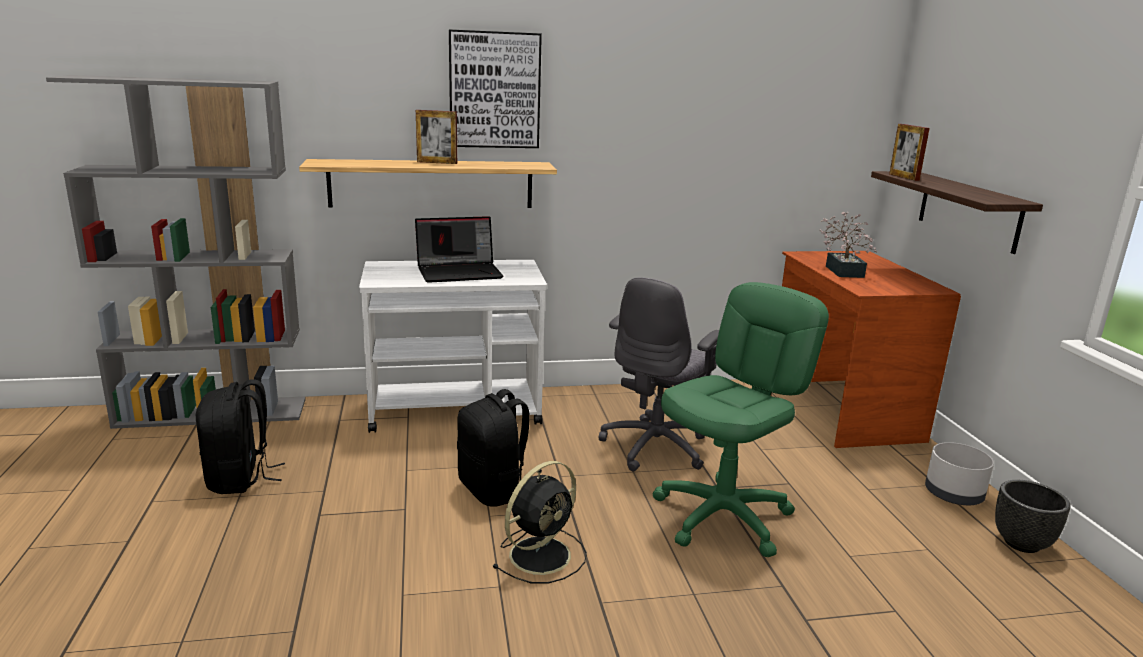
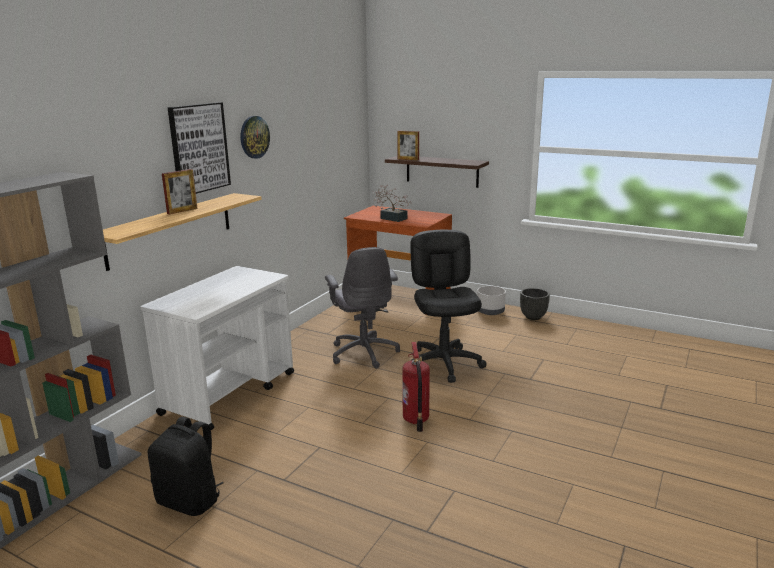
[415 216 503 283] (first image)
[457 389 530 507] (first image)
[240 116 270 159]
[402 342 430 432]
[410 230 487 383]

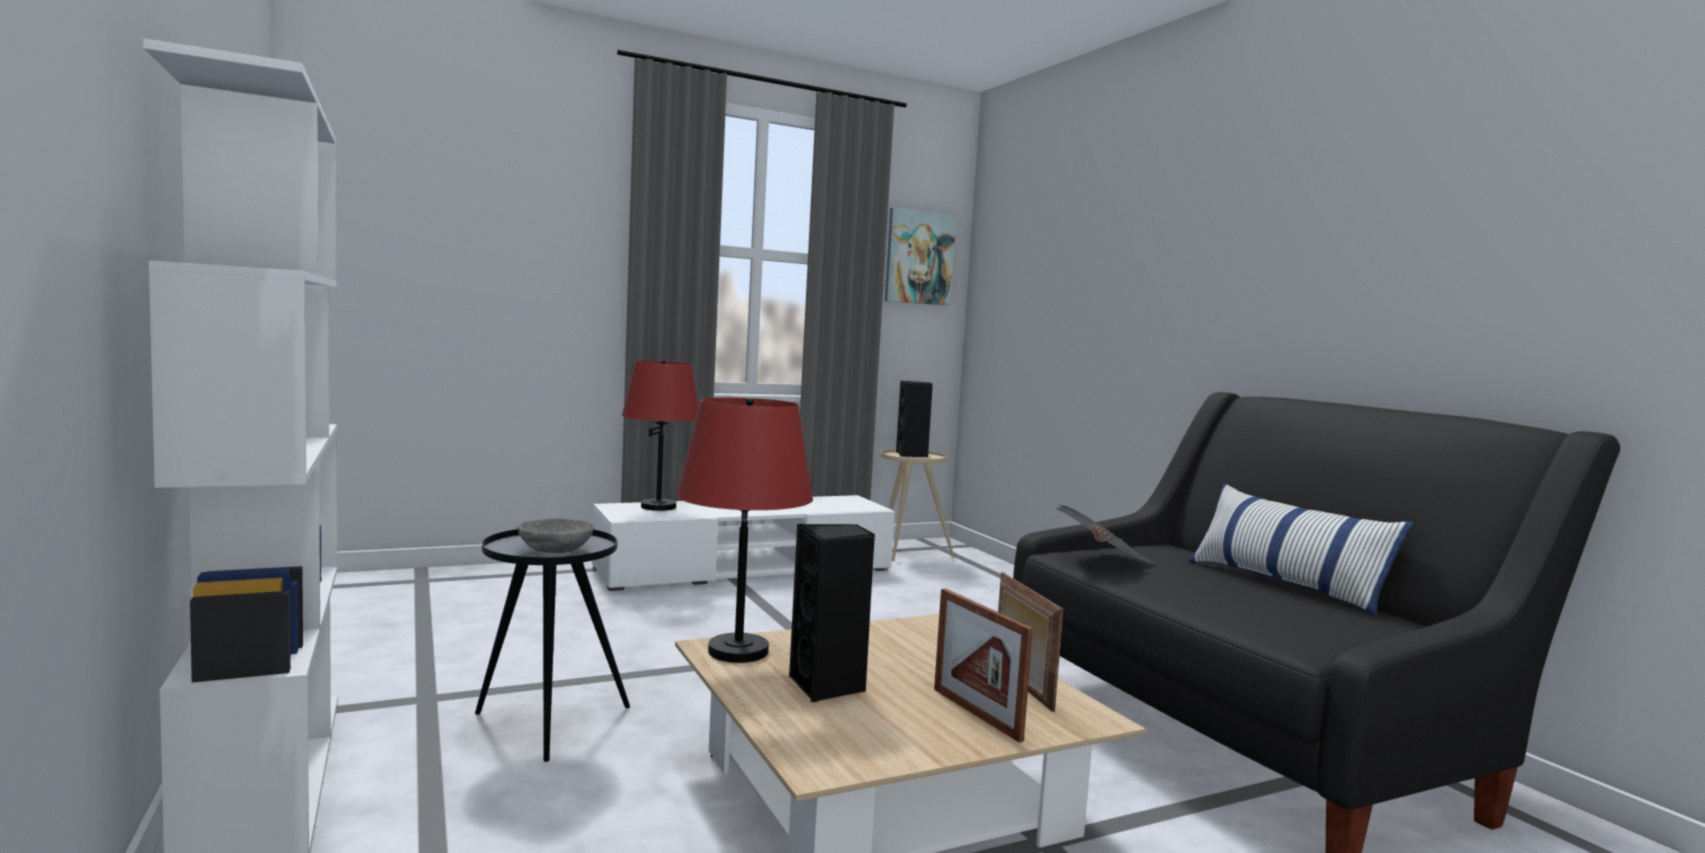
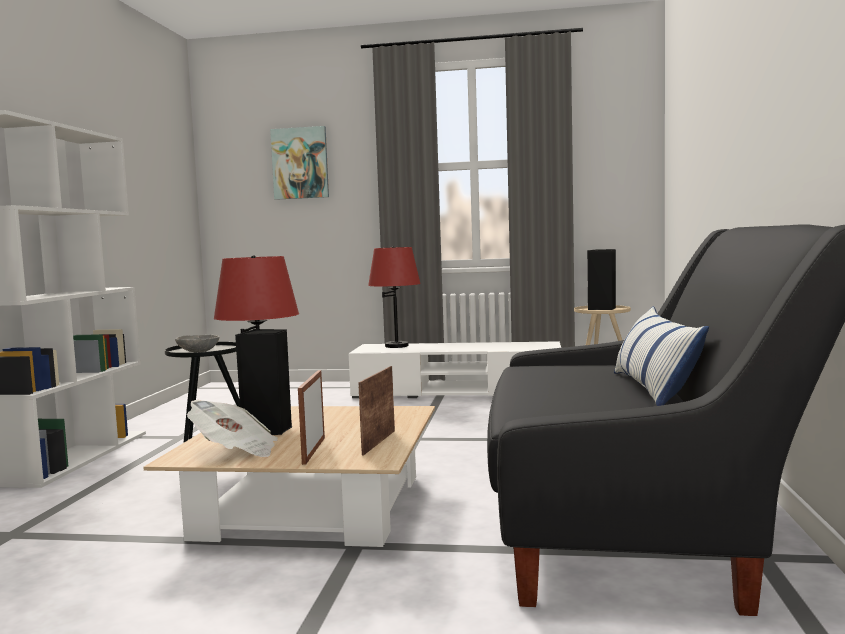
[270 126 329 200]
[187 400 278 457]

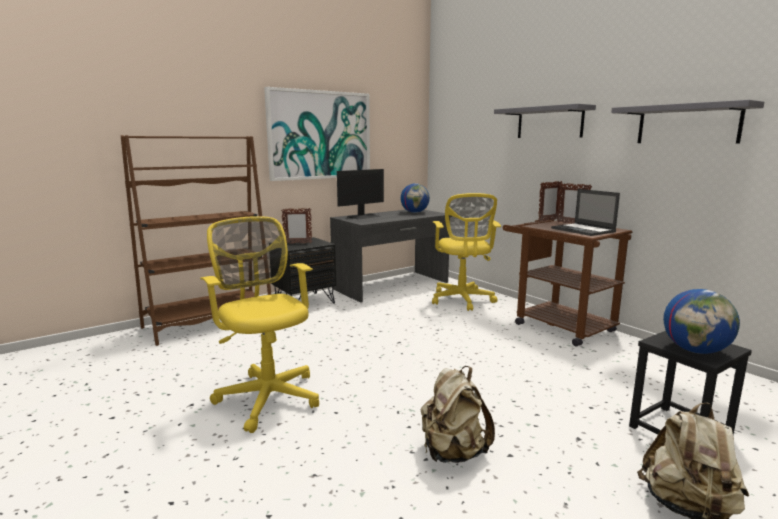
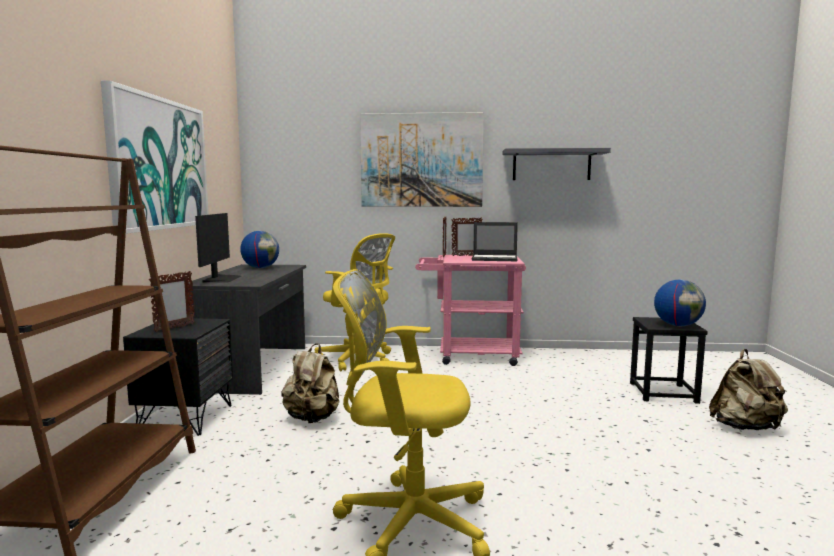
[281 343 339 423]
[360 112 484 207]
[415 255 526 366]

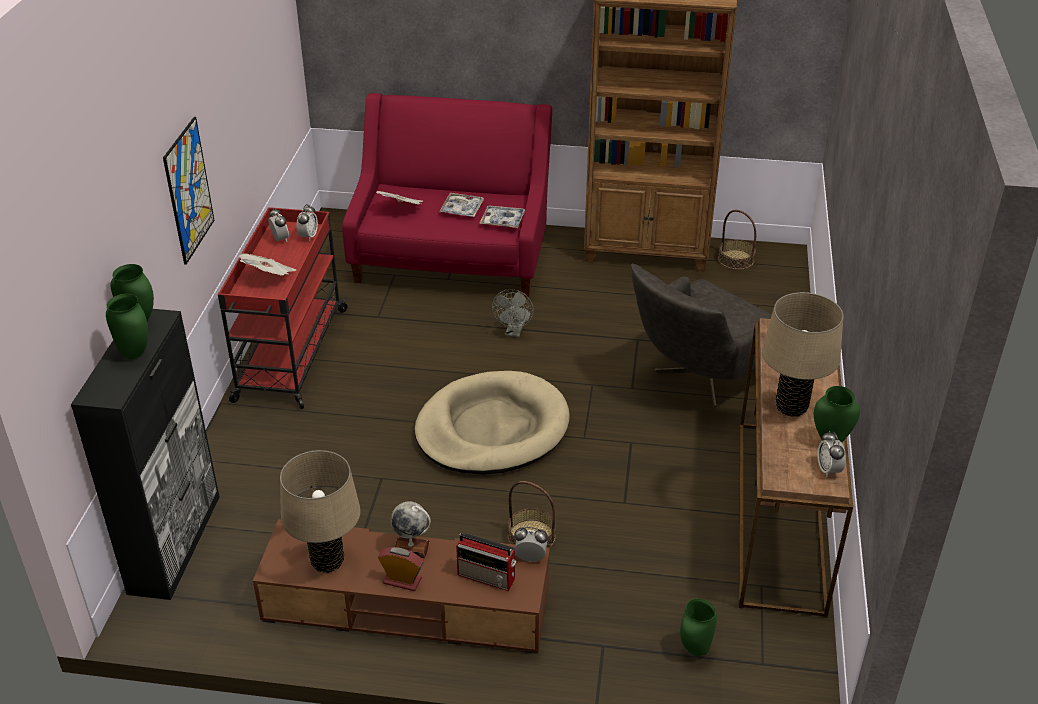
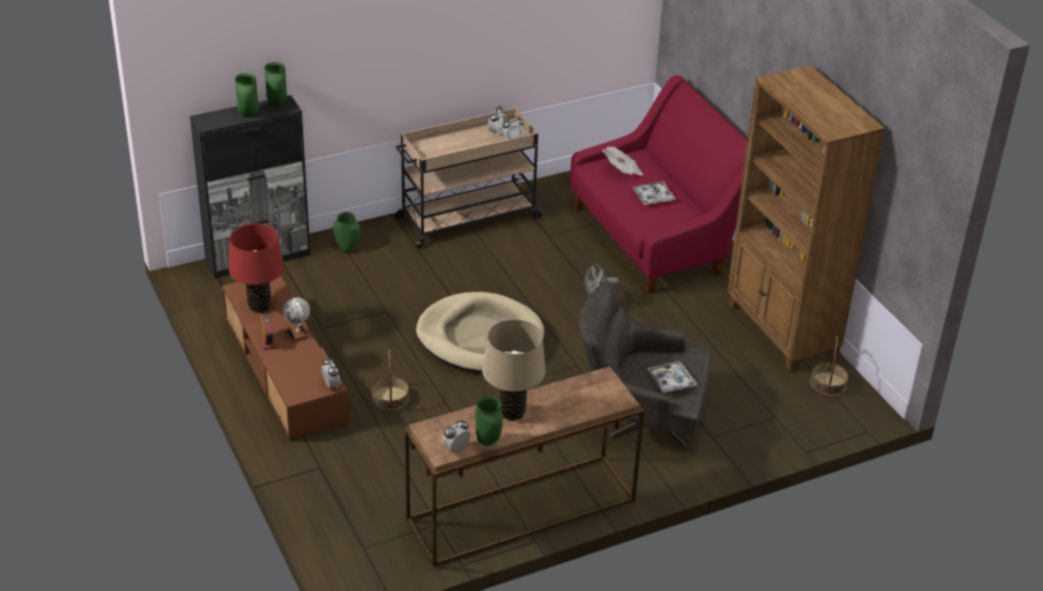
[163 117 215 265] (first image)
[239 253 296 276] (first image)
[456 533 516 591] (first image)
[647 361 698 393]
[333 212 361 253]
[395 108 544 248]
[229 224 284 313]

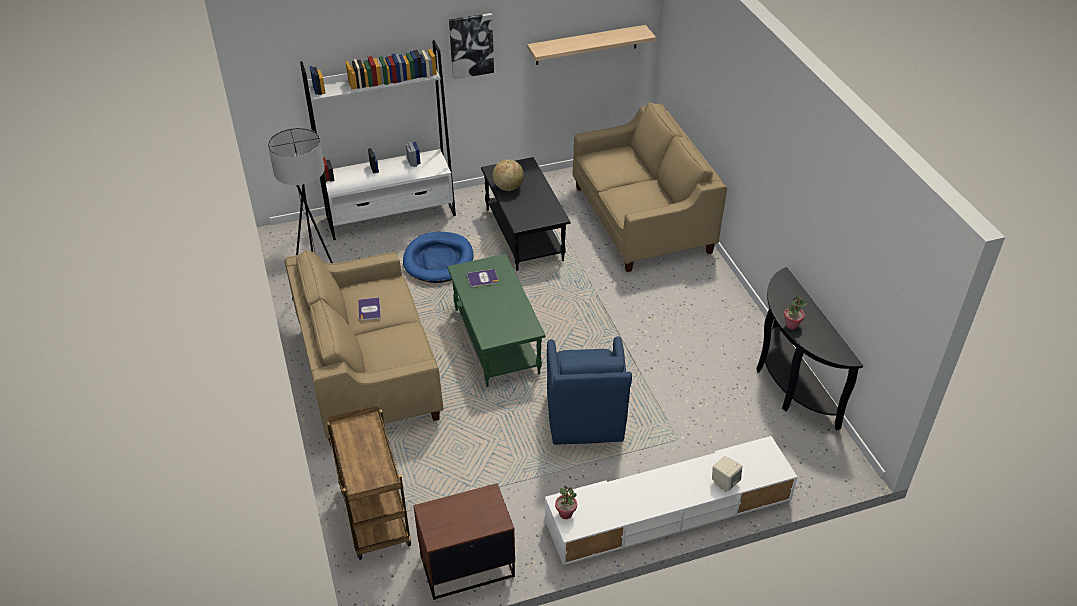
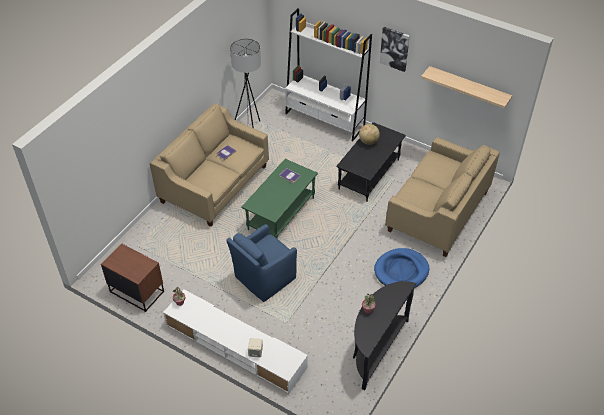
[327 405 411 560] (first image)
[374 248 429 288]

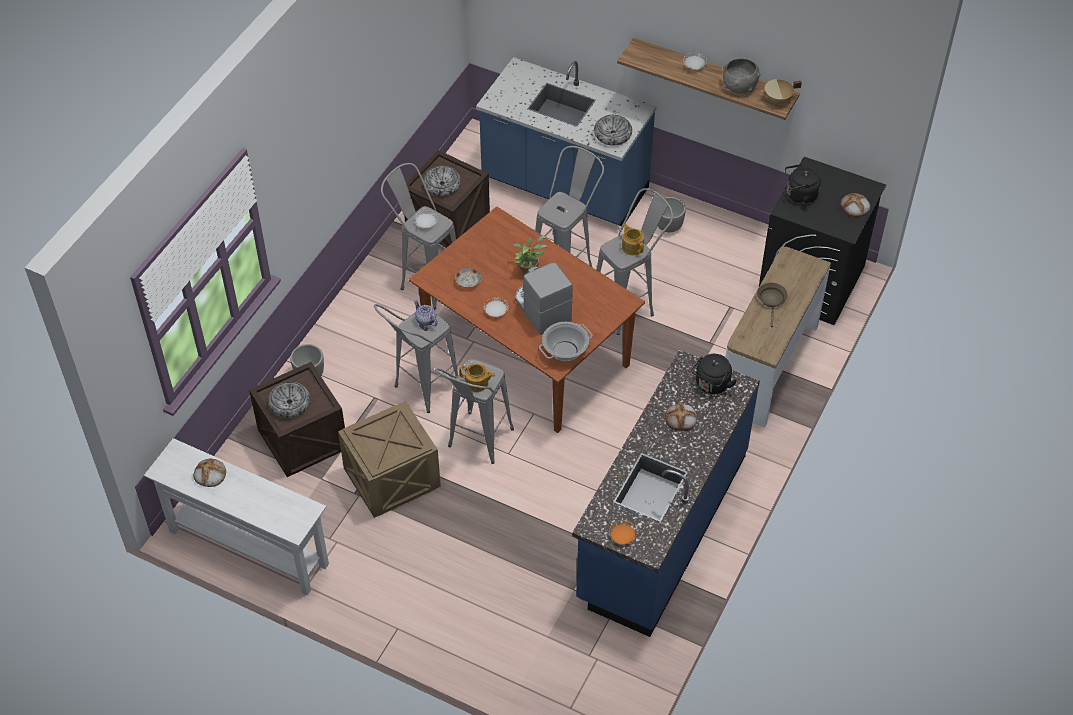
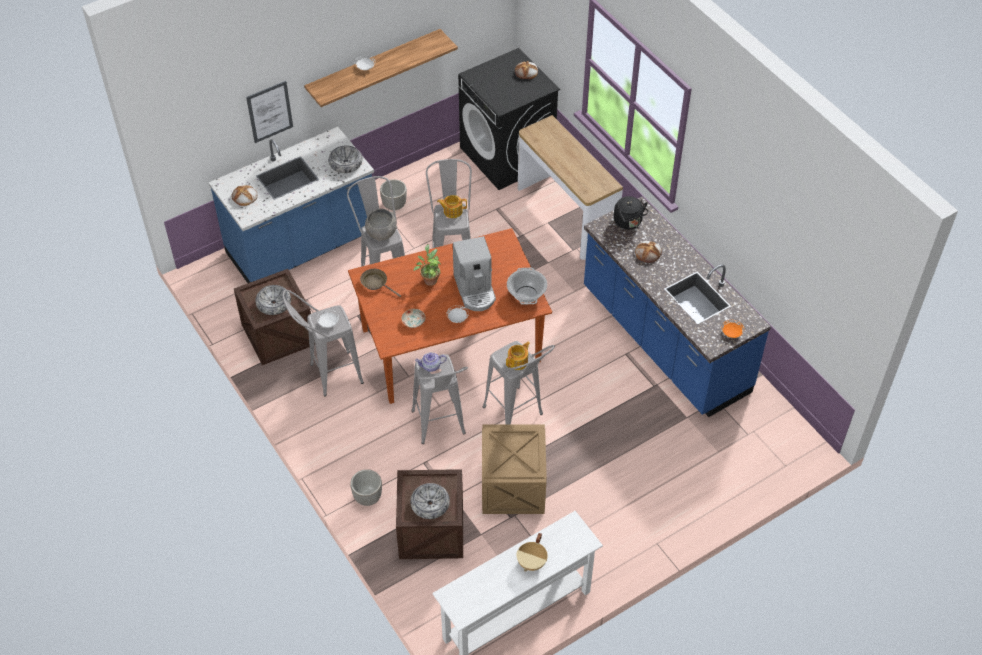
[785 164 821 204] (first image)
[246 81 293 143]
[231 185 258 206]
[365 209 397 241]
[360 269 401 297]
[517 533 548 572]
[453 236 496 311]

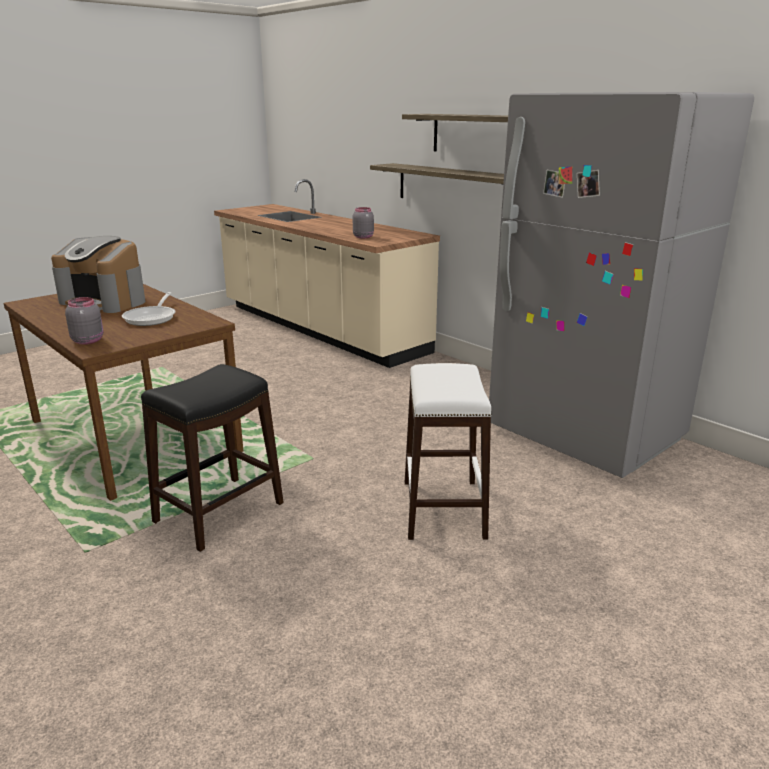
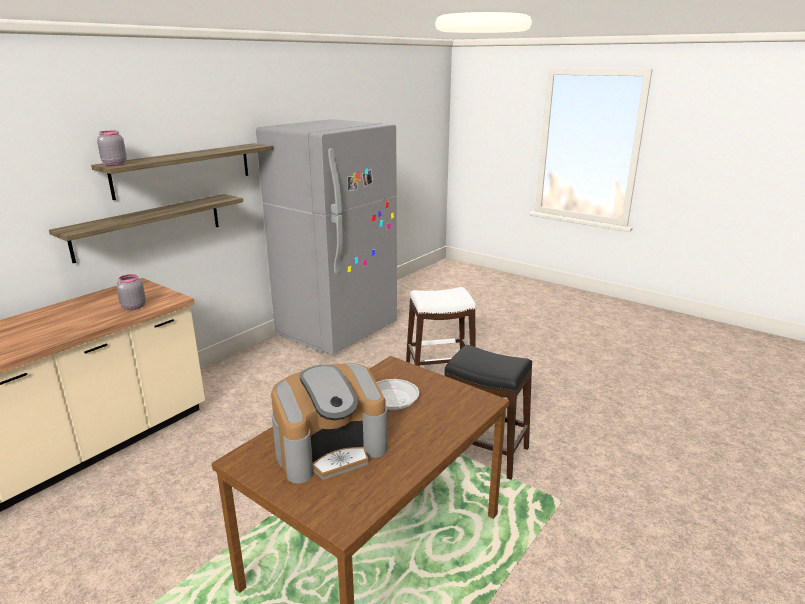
[97 131 127 166]
[271 364 387 483]

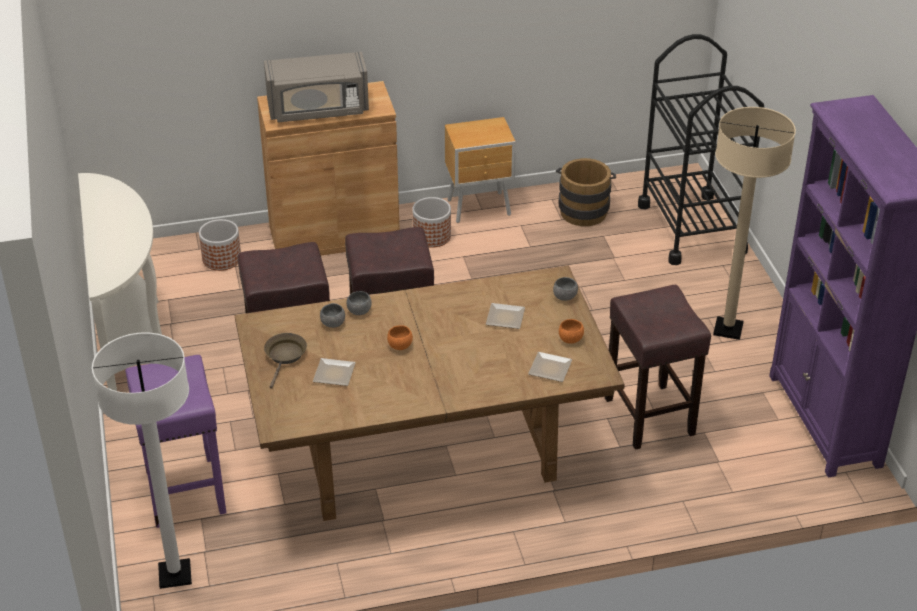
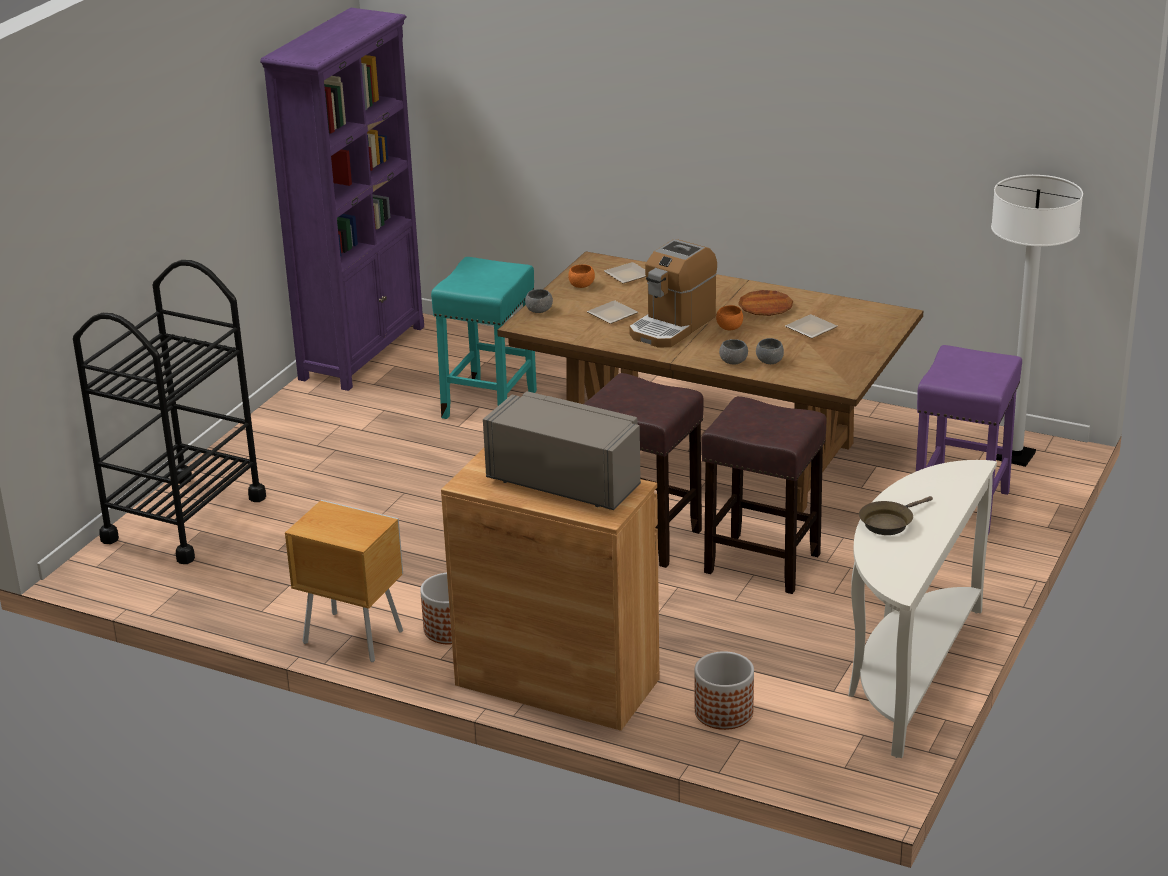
[556 158 616 226] (first image)
[713 107 796 340] (first image)
[629 239 717 348]
[738 290 793 316]
[859 496 933 535]
[431 257 537 419]

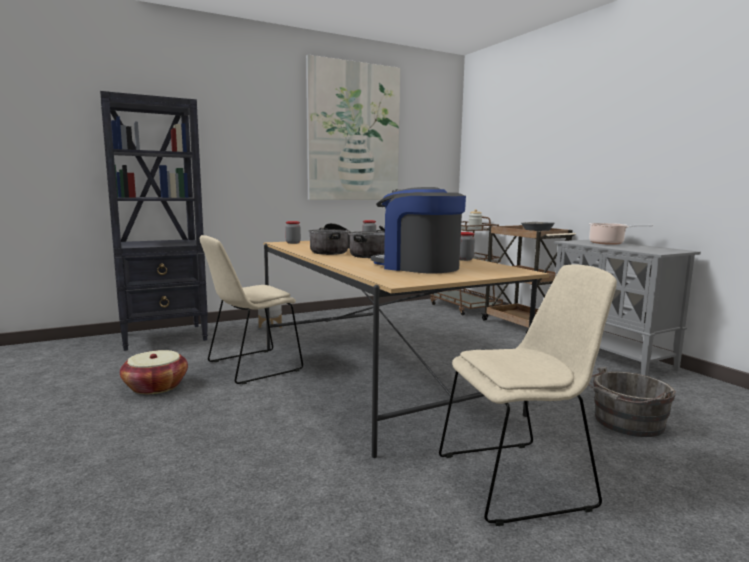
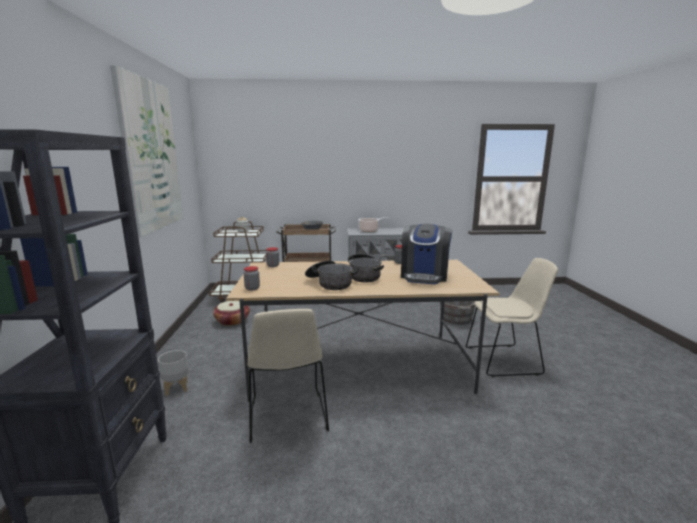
[213 301 250 326]
[401 224 452 284]
[466 258 558 377]

